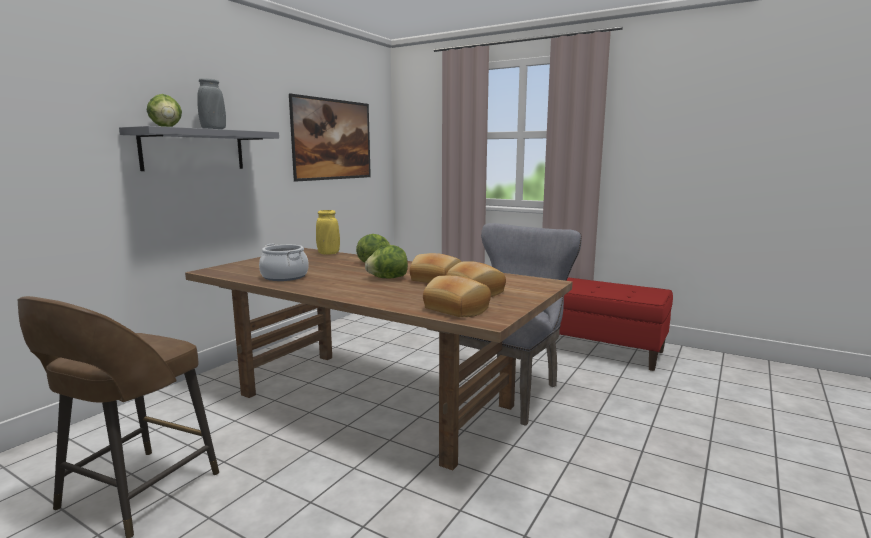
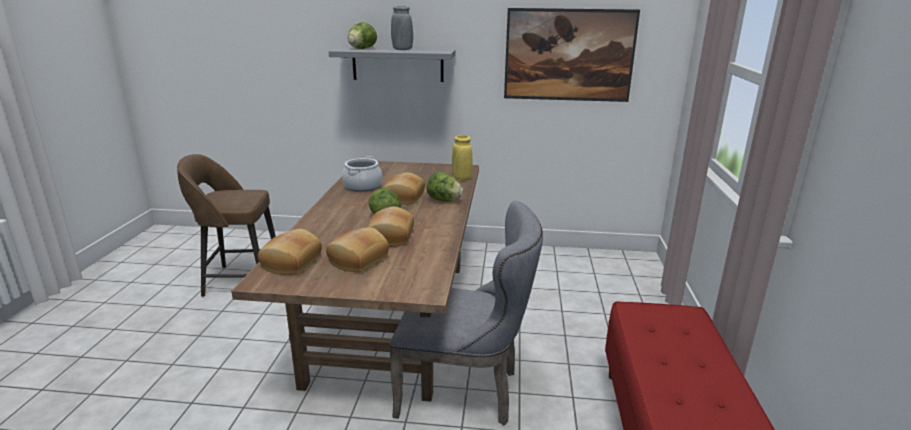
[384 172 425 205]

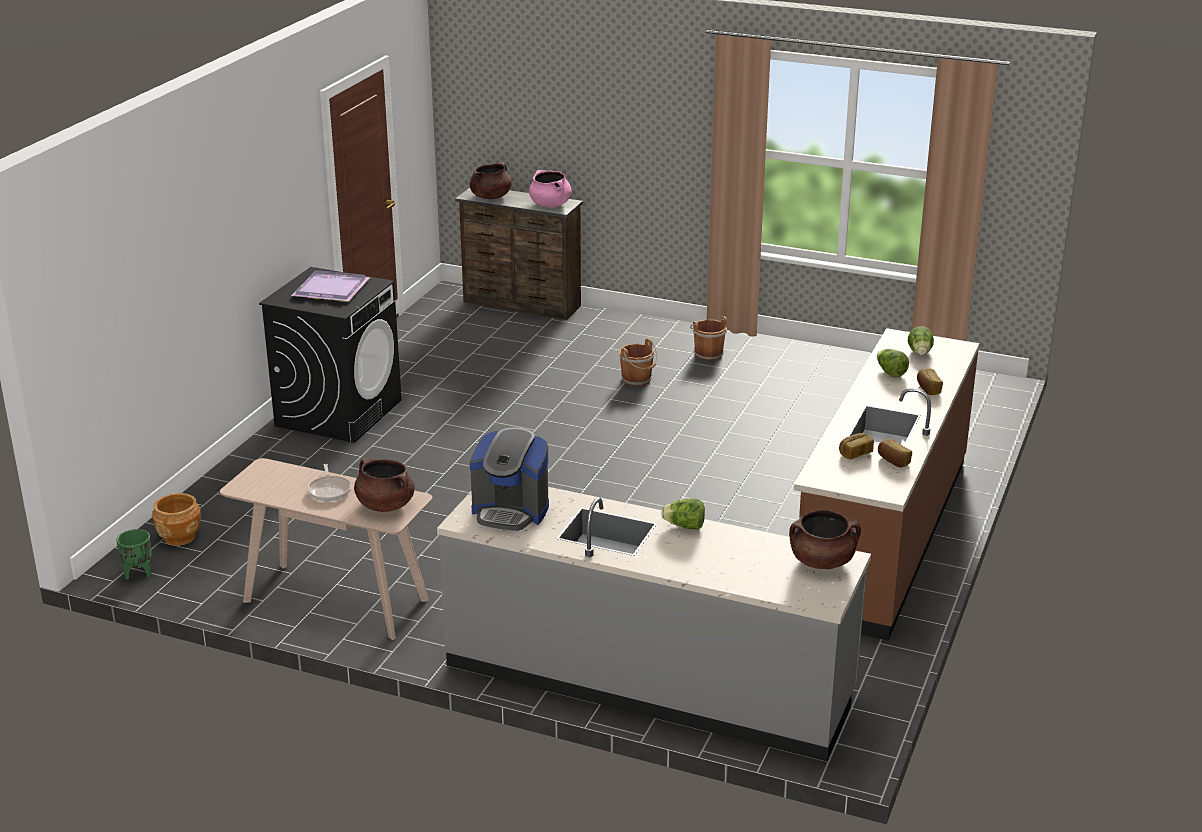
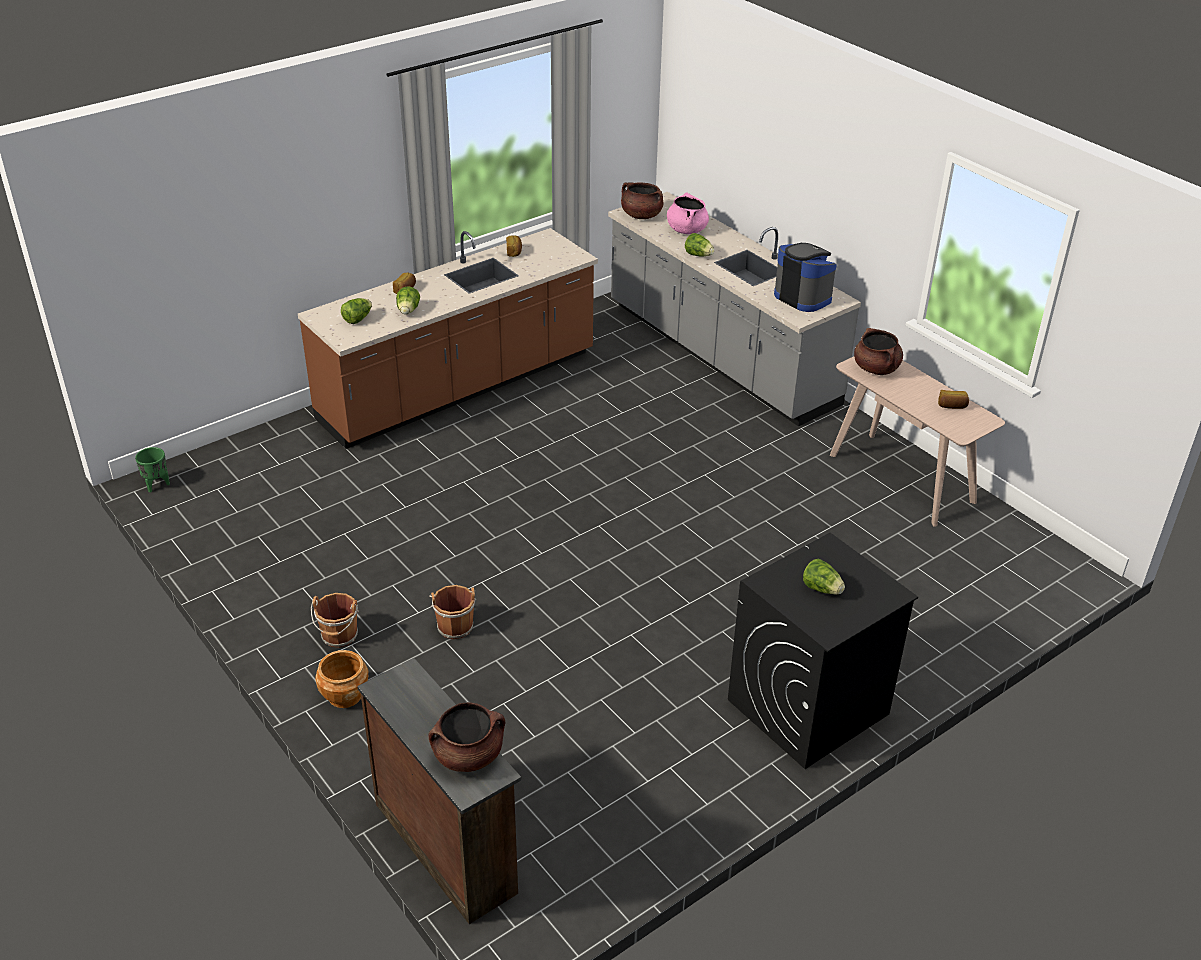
[307 464 351 501] (first image)
[135 447 170 493]
[315 650 369 708]
[667 192 709 234]
[938 390 969 409]
[803 559 845 595]

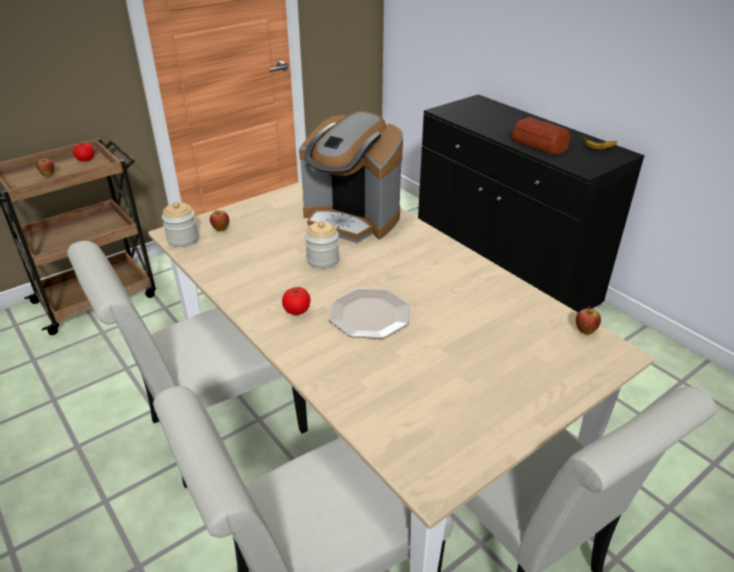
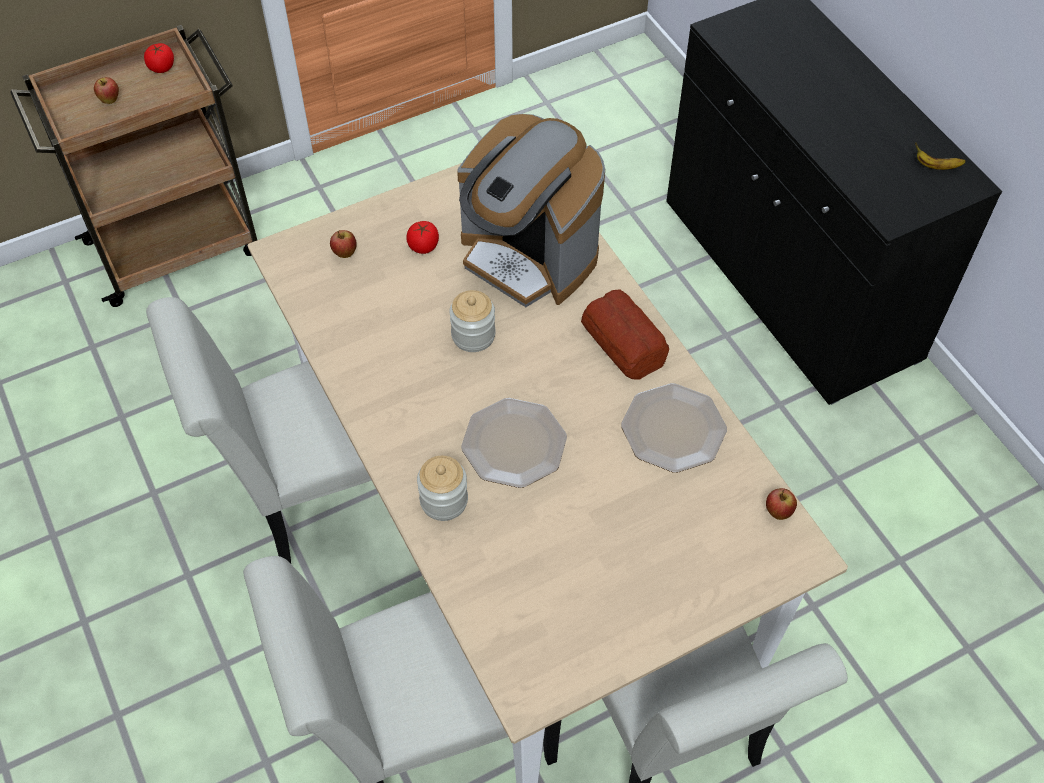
[621 383 727 473]
[417 456 468 521]
[406 221 439 254]
[581 289 669 379]

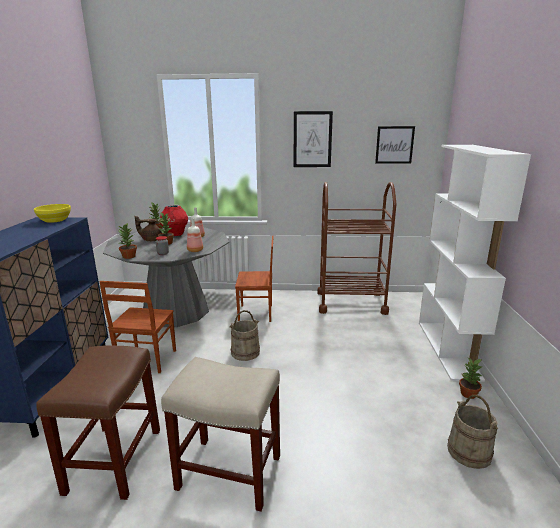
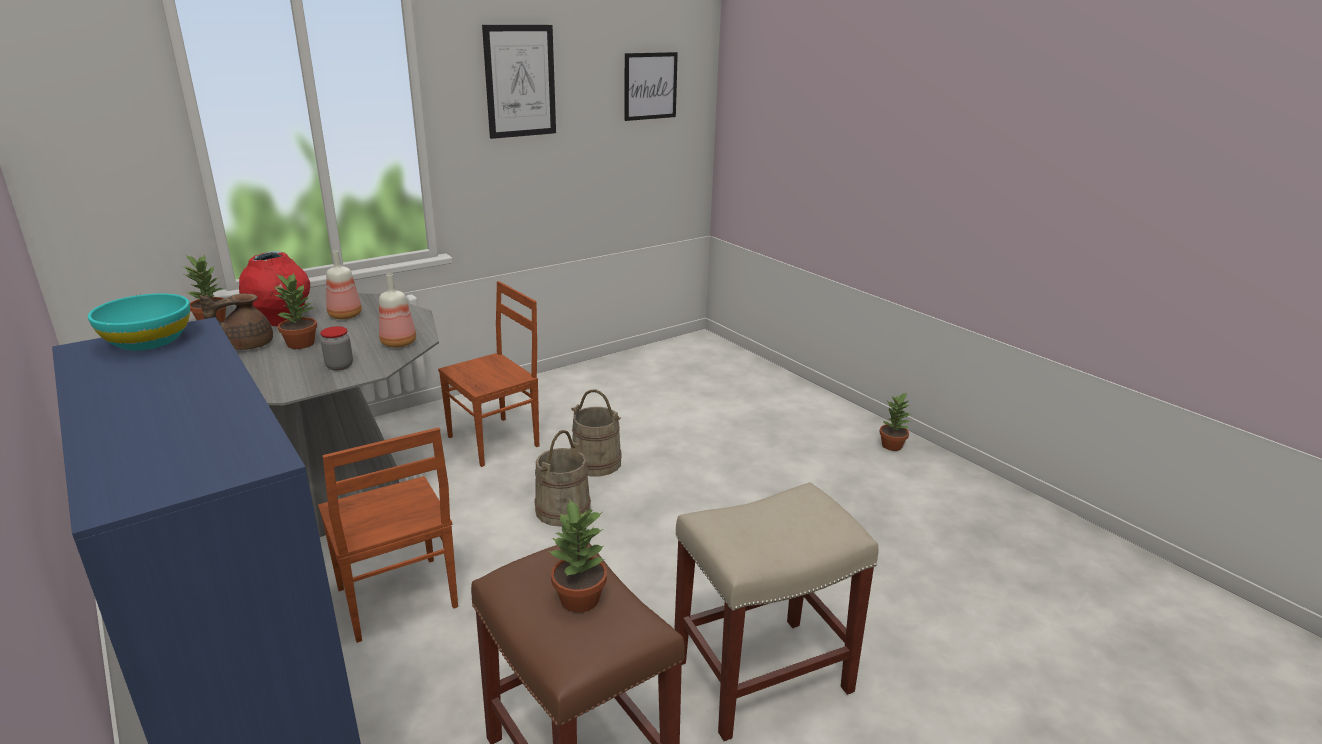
[317 182 396 315] (first image)
[419 145 531 382] (first image)
[548 500 607 613]
[571 389 622 476]
[88 293 190 351]

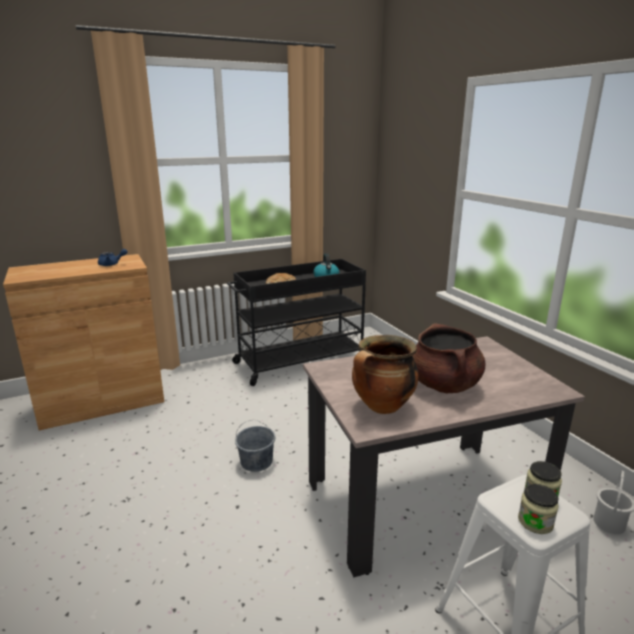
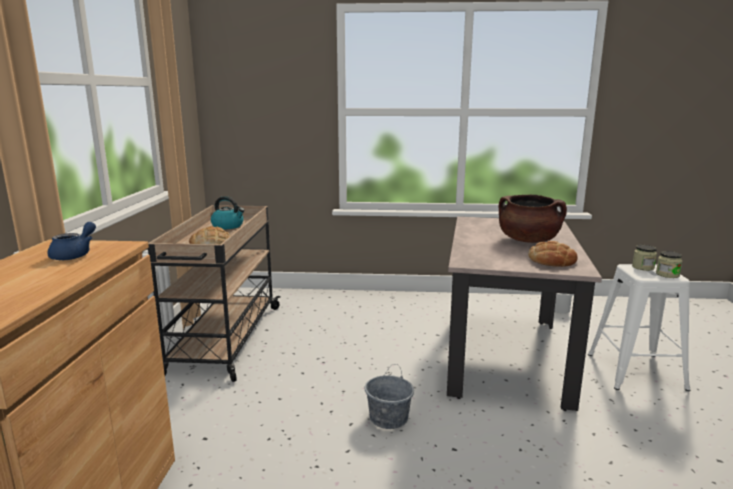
[528 241 578 267]
[148 205 281 382]

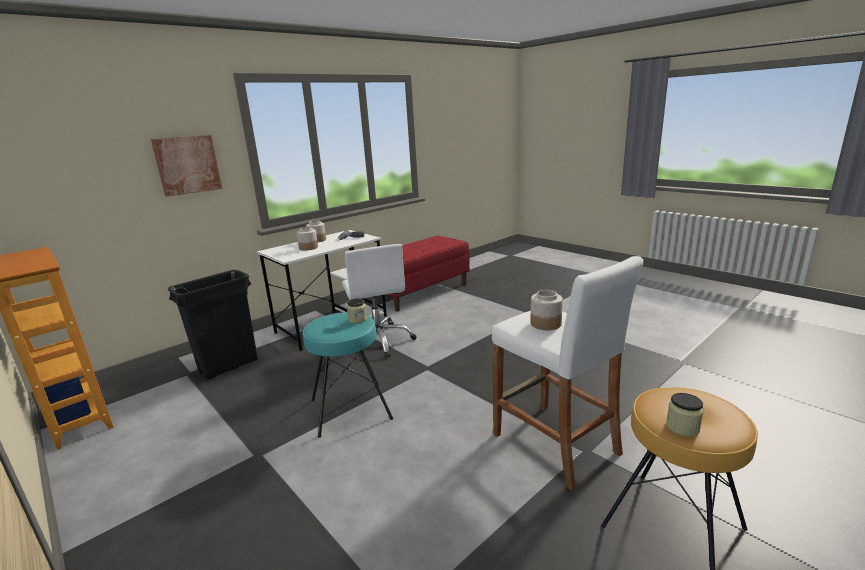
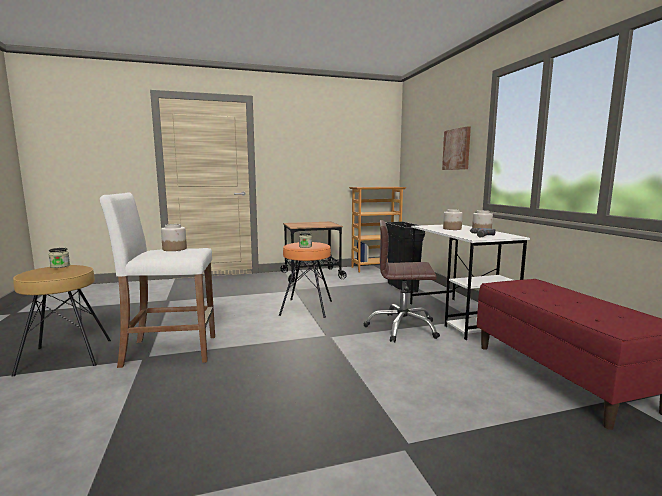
[280 221 347 283]
[279 242 332 318]
[364 220 440 343]

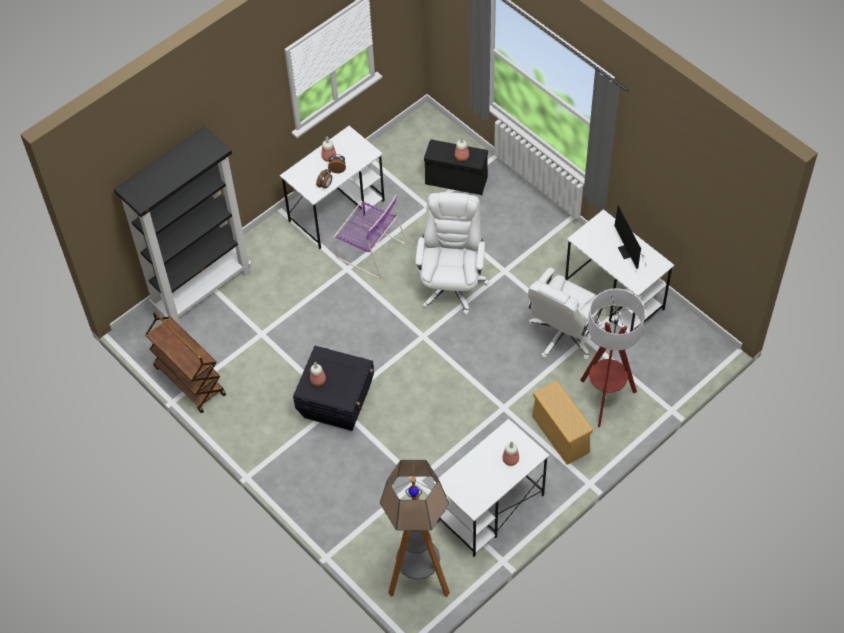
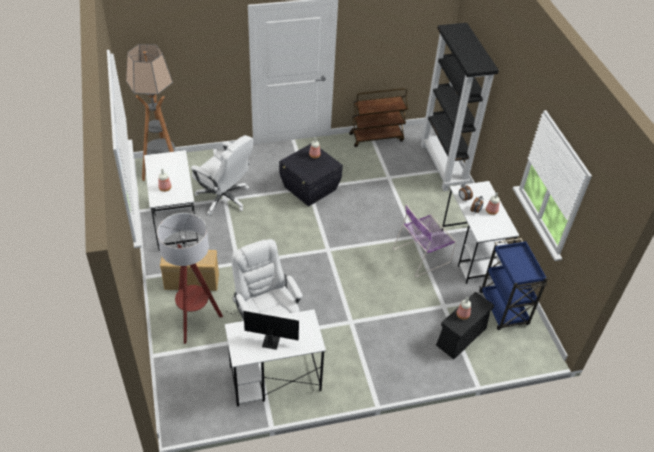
[479 238 548 330]
[191 135 253 215]

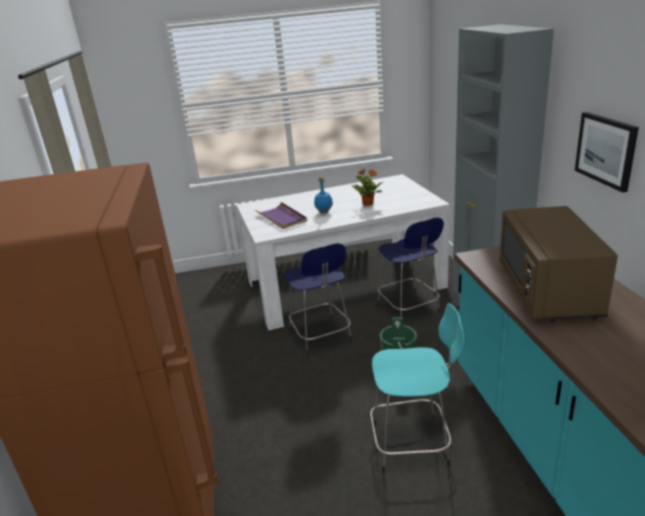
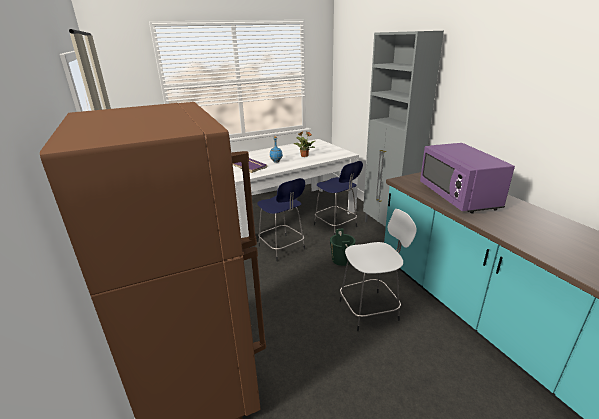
[575 112 639 193] (first image)
[339 209 416 331]
[420 143 515 213]

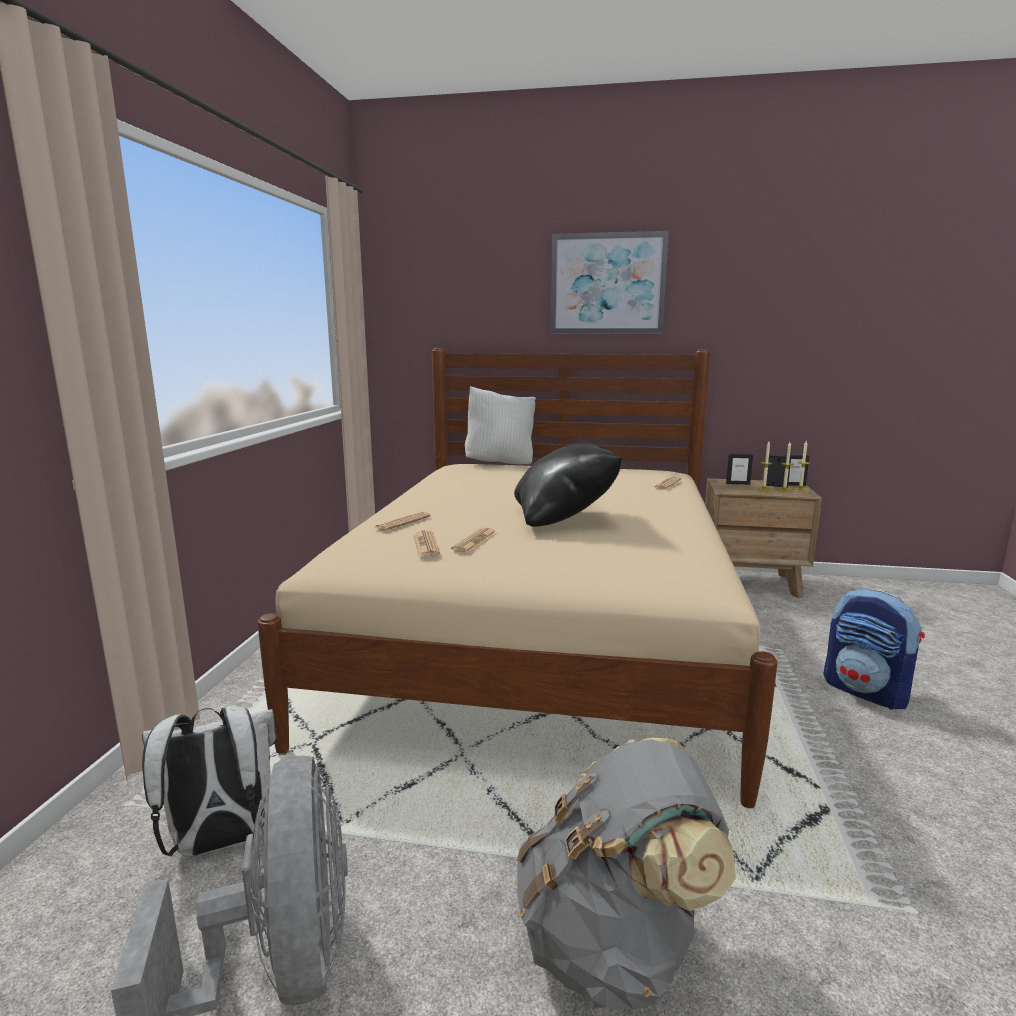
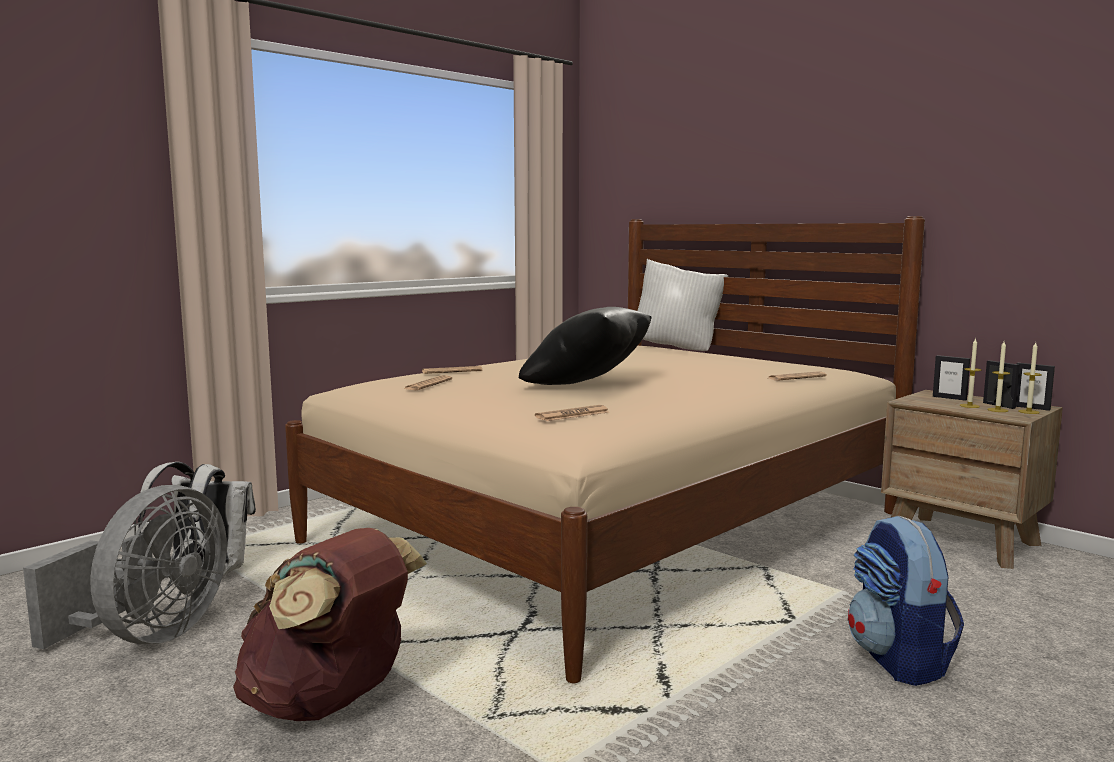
[550 231 669 334] (first image)
[535 405 609 421]
[233 528 427 721]

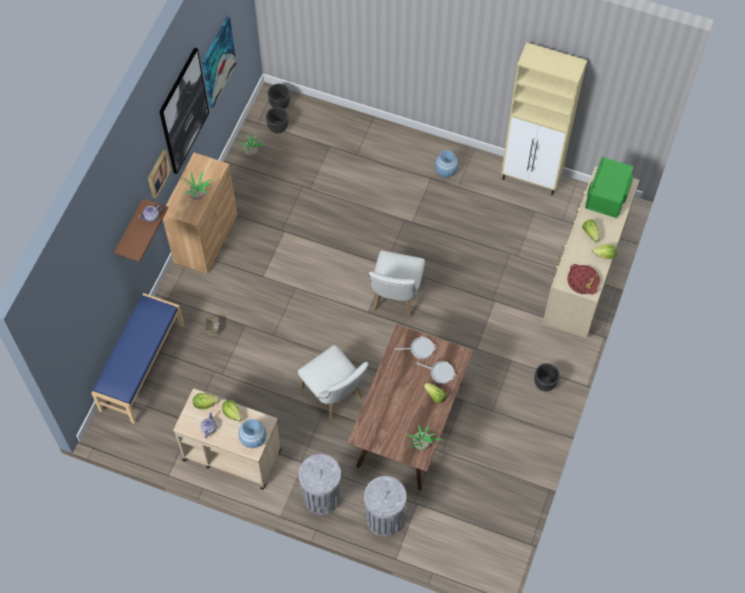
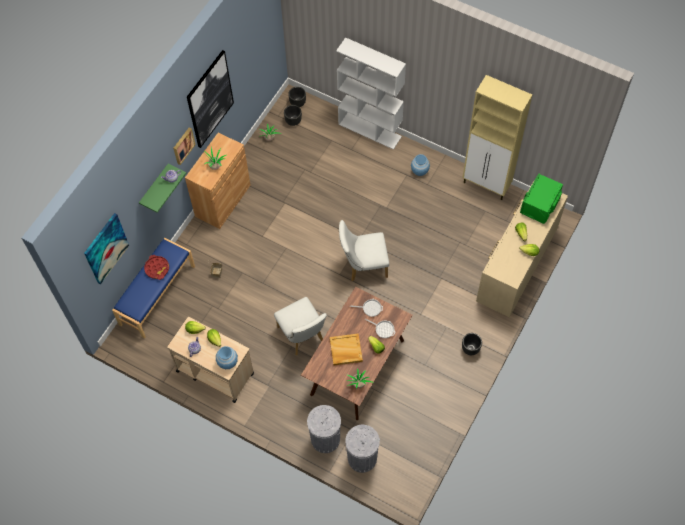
[330 333 363 366]
[336 37 406 150]
[84 213 129 285]
[345 425 380 473]
[144 255 169 280]
[139 164 186 213]
[339 220 389 281]

